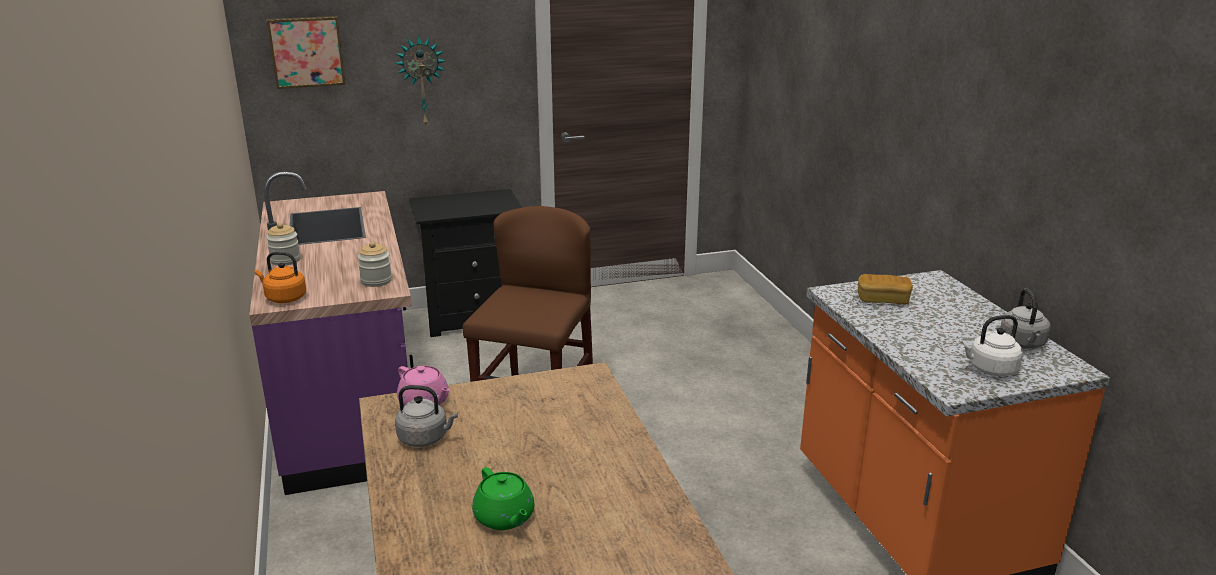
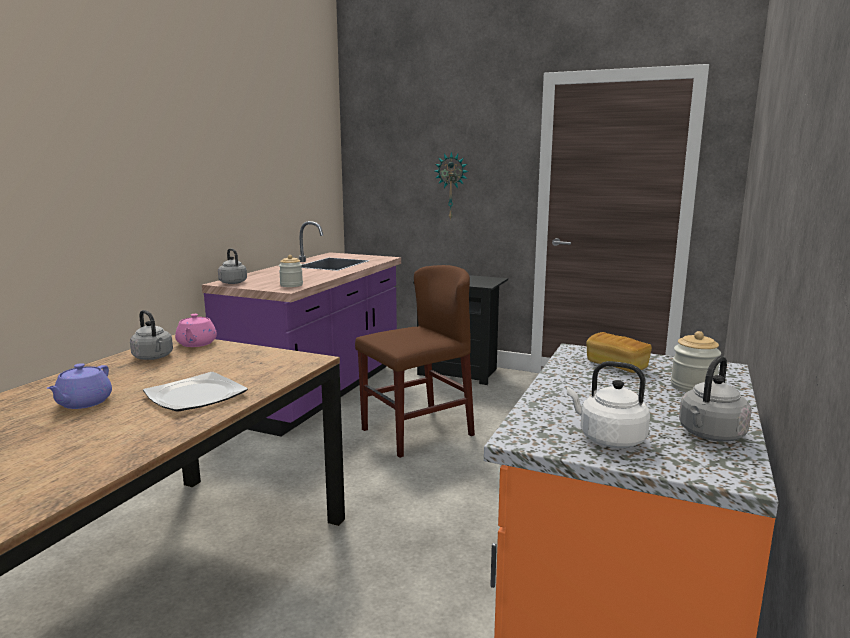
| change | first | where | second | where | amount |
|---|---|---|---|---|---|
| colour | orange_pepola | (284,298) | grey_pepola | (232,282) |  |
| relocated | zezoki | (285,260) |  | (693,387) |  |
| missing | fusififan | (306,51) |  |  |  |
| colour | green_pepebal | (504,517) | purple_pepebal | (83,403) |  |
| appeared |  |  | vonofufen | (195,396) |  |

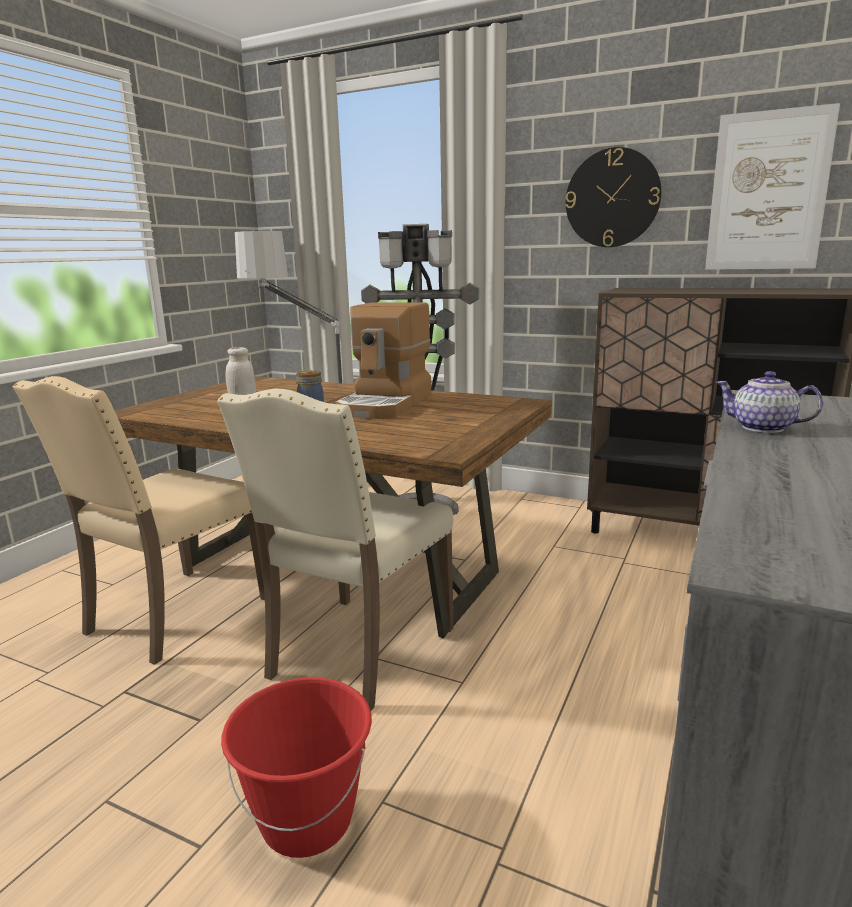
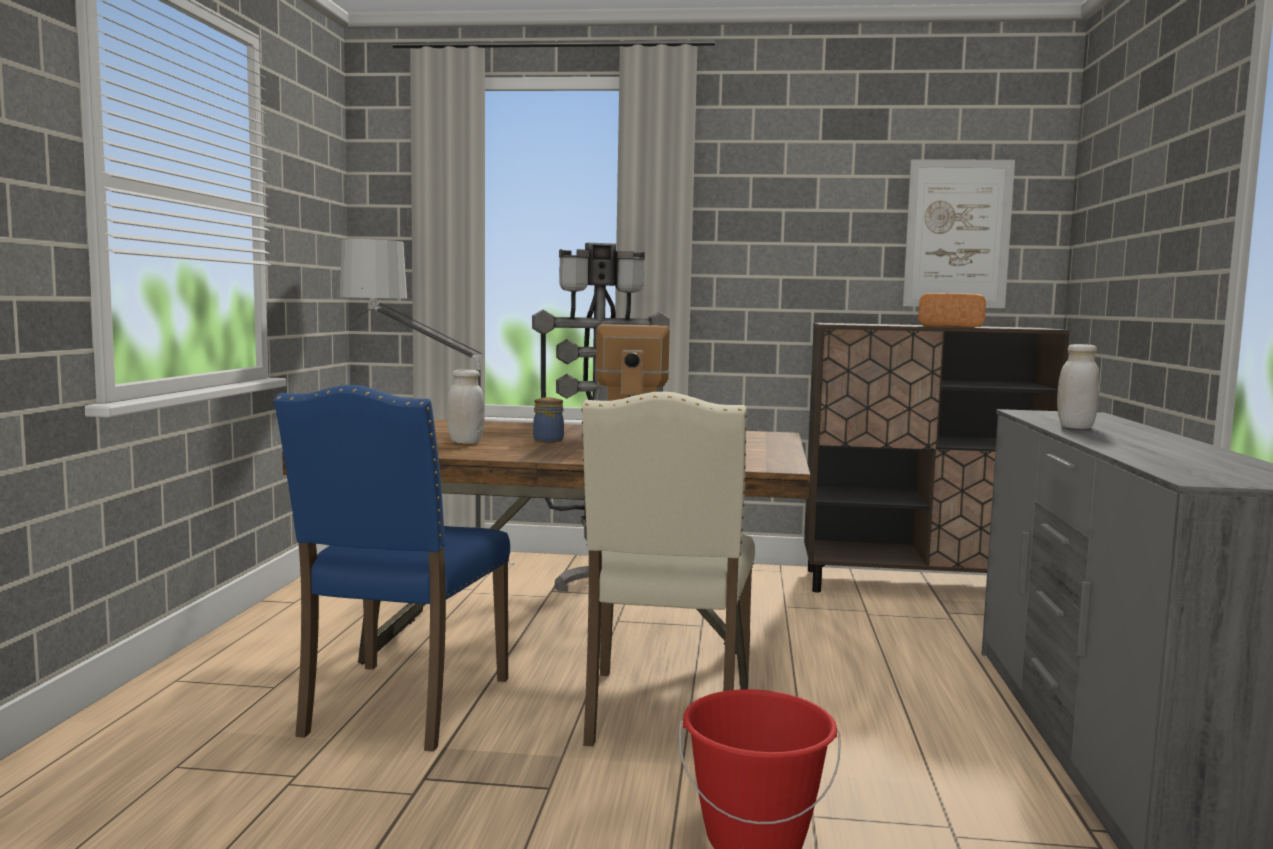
| change | first | where | second | where | amount |
|---|---|---|---|---|---|
| colour | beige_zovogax | (173,615) | blue_zovogax | (401,707) |  |
| missing | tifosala | (612,198) |  |  |  |
| exchanged | pepebal | (763,428) | white_zezoki | (1075,427) |  |
| appeared |  |  | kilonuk | (949,326) |  |

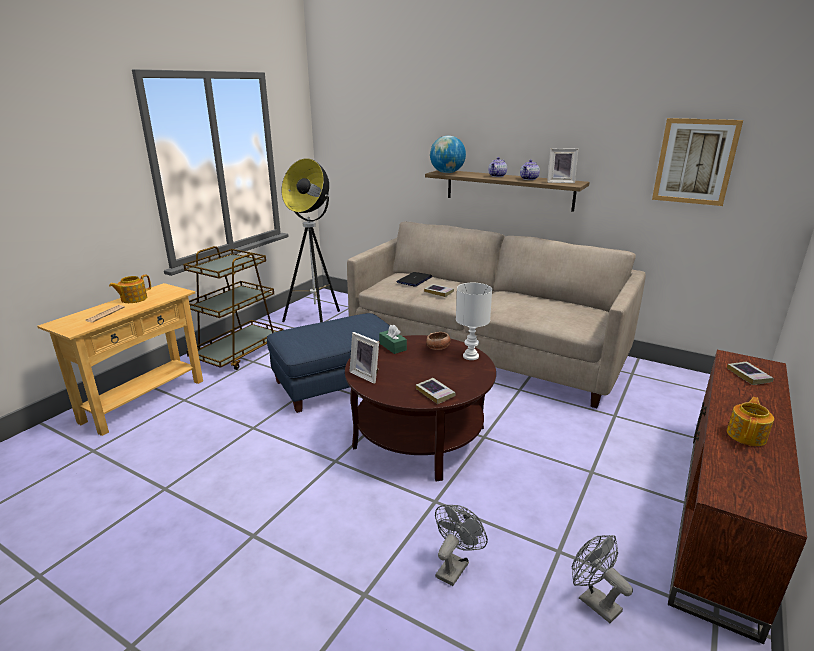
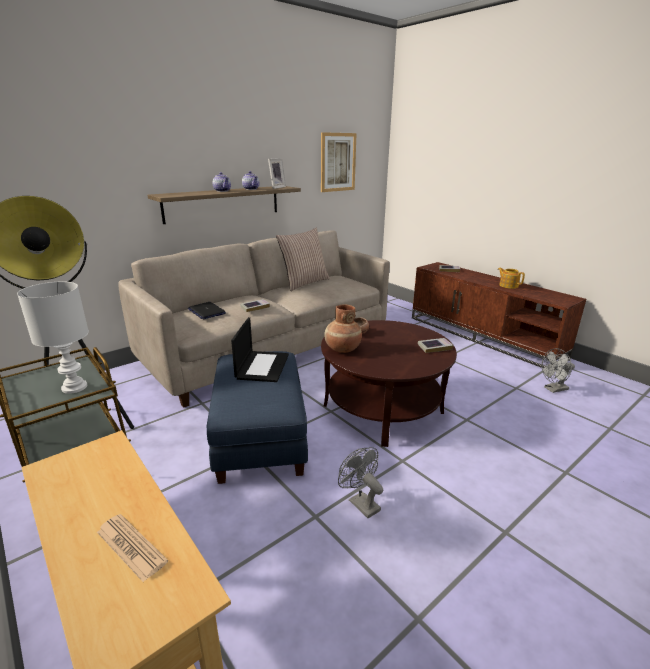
| change | first | where | second | where | amount |
|---|---|---|---|---|---|
| missing | pepebal | (133,299) |  |  |  |
| missing | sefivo | (367,375) |  |  |  |
| exchanged | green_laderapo | (392,347) | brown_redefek | (342,349) |  |
| missing | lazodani | (447,173) |  |  |  |
| relocated | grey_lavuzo | (454,566) |  | (360,502) |  |
| relocated | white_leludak | (471,356) |  | (75,387) |  |
| appeared |  |  | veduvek | (262,366) |  |
| appeared |  |  | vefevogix | (304,283) |  |

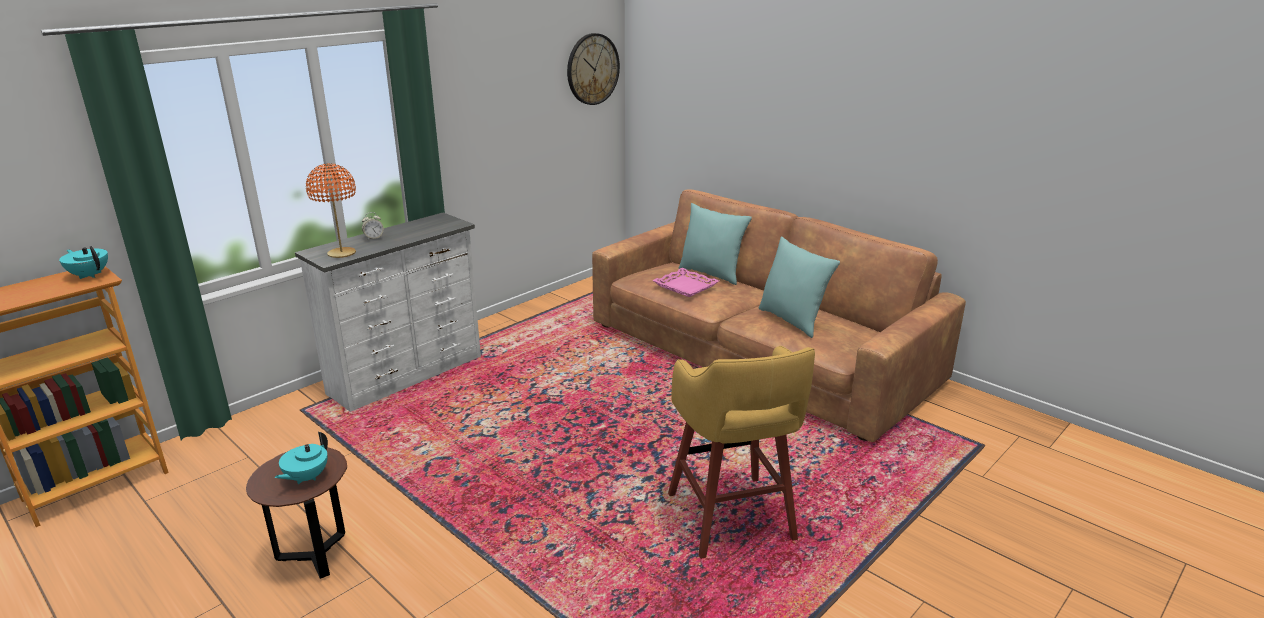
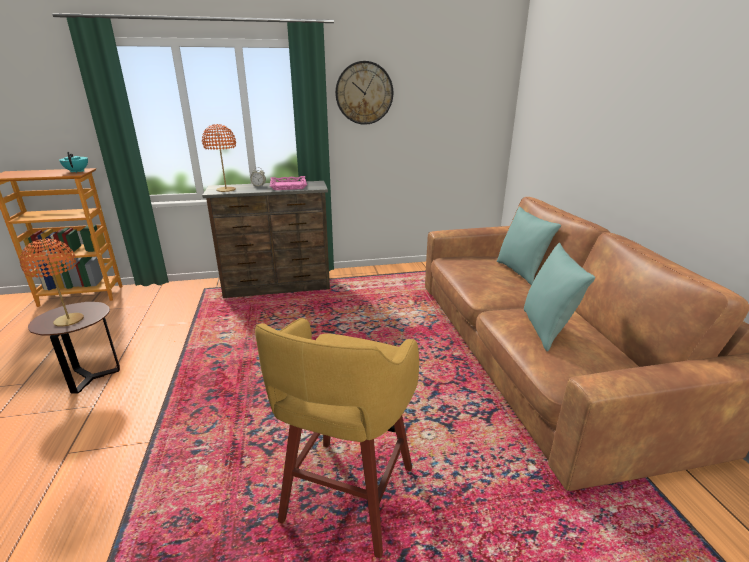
| change | first | where | second | where | amount |
|---|---|---|---|---|---|
| exchanged | turquoise_pepebal | (306,477) | orange_leludak | (68,320) |  |
| colour | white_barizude | (408,375) | brown_barizude | (278,287) |  |
| relocated | tifosala | (592,69) |  | (364,93) |  |
| relocated | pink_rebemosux | (685,286) |  | (288,186) |  |

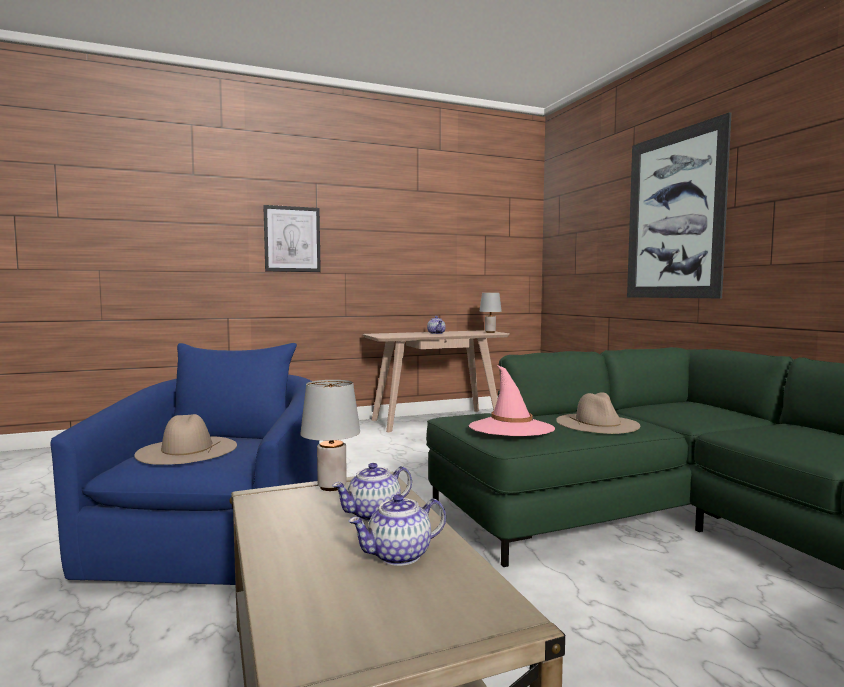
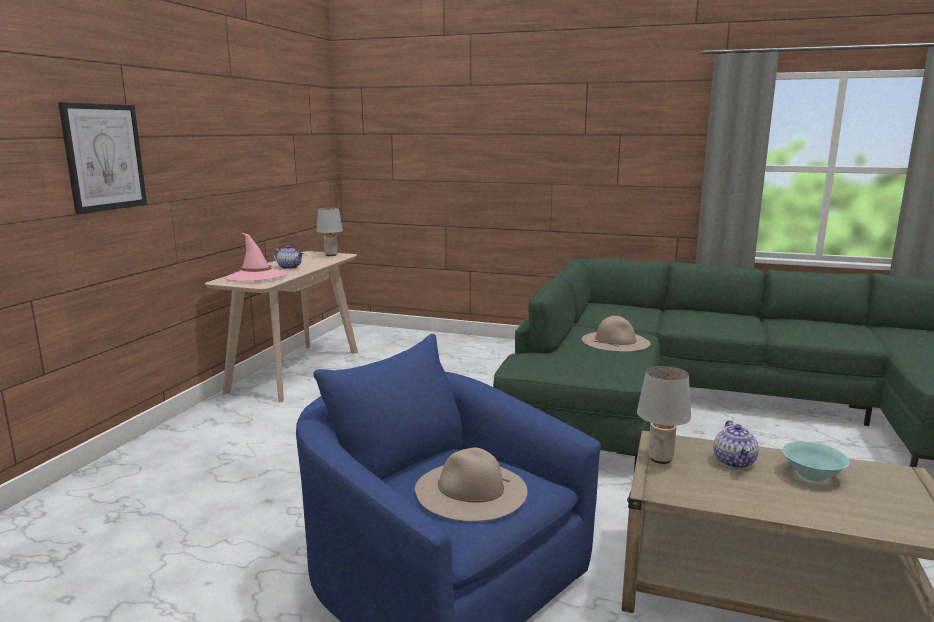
| change | first | where | second | where | amount |
|---|---|---|---|---|---|
| exchanged | pepebal | (399,556) | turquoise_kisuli | (812,475) |  |
| relocated | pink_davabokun | (511,428) |  | (256,276) |  |
| missing | fusififan | (674,215) |  |  |  |

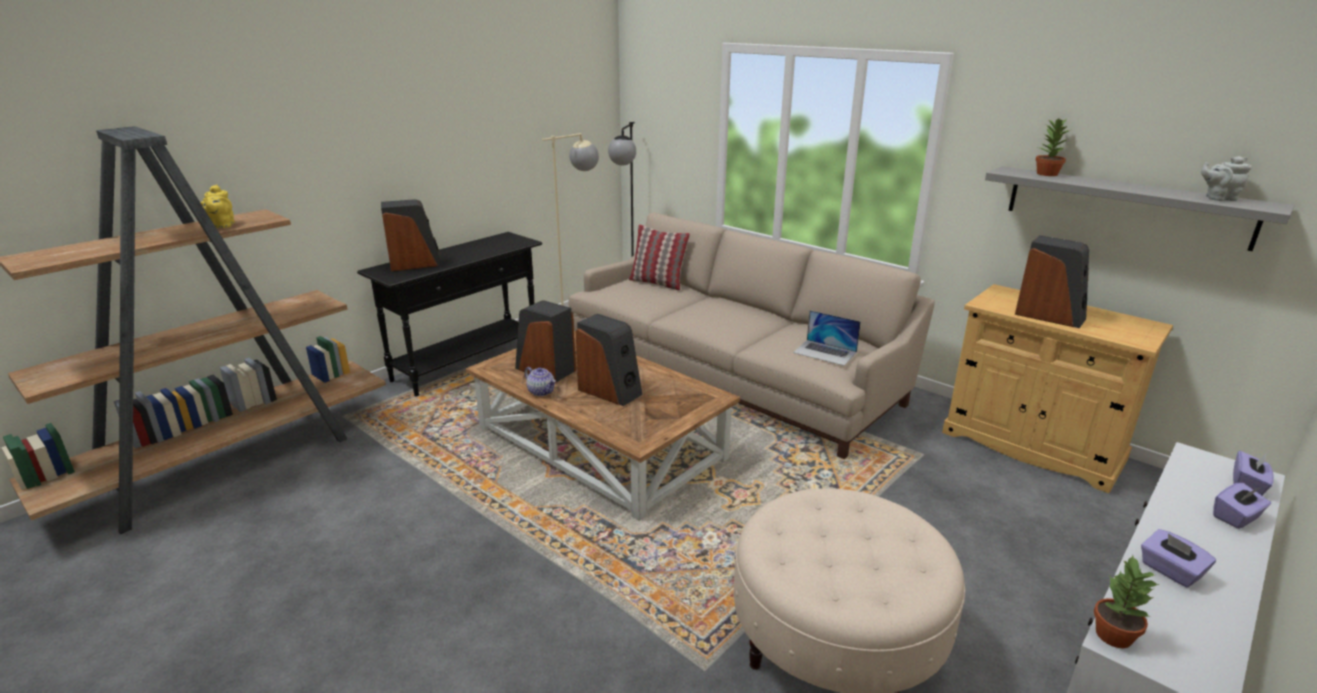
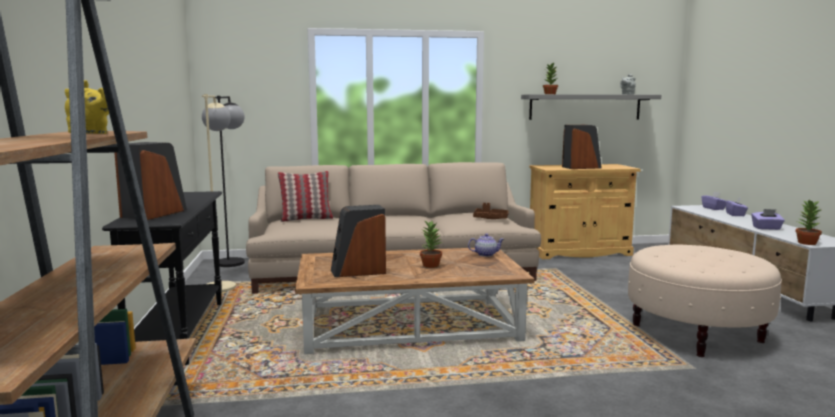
| change | first | where | second | where | amount |
|---|---|---|---|---|---|
| relocated | pepebal | (541,392) |  | (486,254) |  |
| exchanged | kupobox | (610,391) | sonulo | (430,265) |  |
| exchanged | veduvek | (825,352) | brown_rebemosux | (490,218) |  |

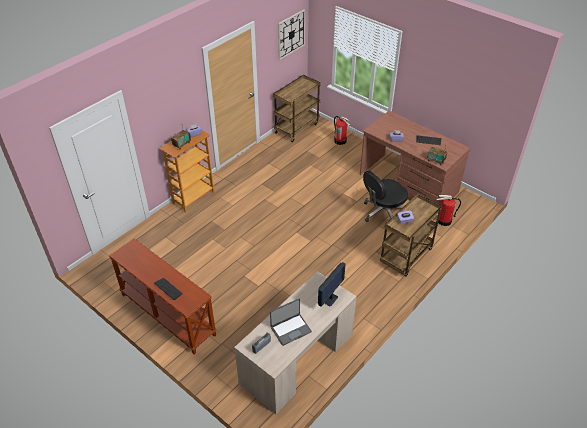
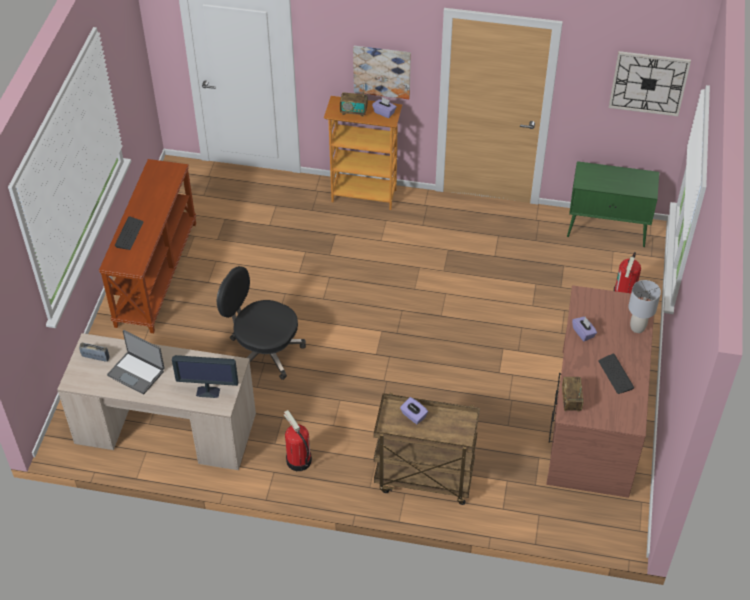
| change | first | where | second | where | amount |
|---|---|---|---|---|---|
| exchanged | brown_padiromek | (296,128) | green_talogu | (607,230) |  |
| relocated | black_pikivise | (383,213) |  | (264,351) |  |
| relocated | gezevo | (444,221) |  | (298,460) |  |
| appeared |  |  | fusififan | (382,71) |  |
| appeared |  |  | grey_leludak | (637,327) |  |

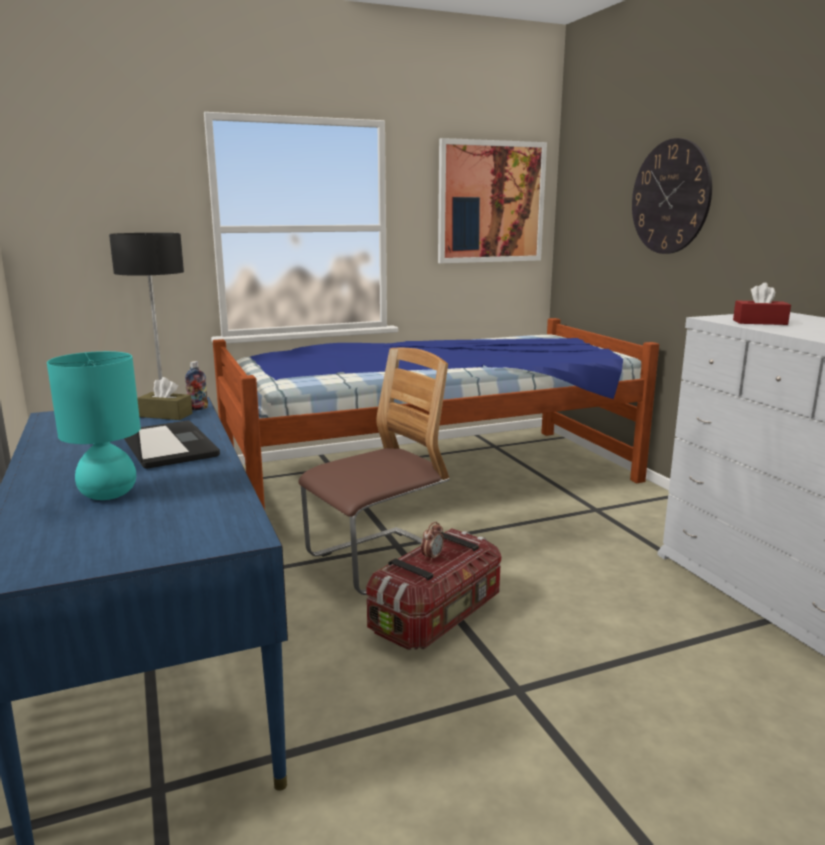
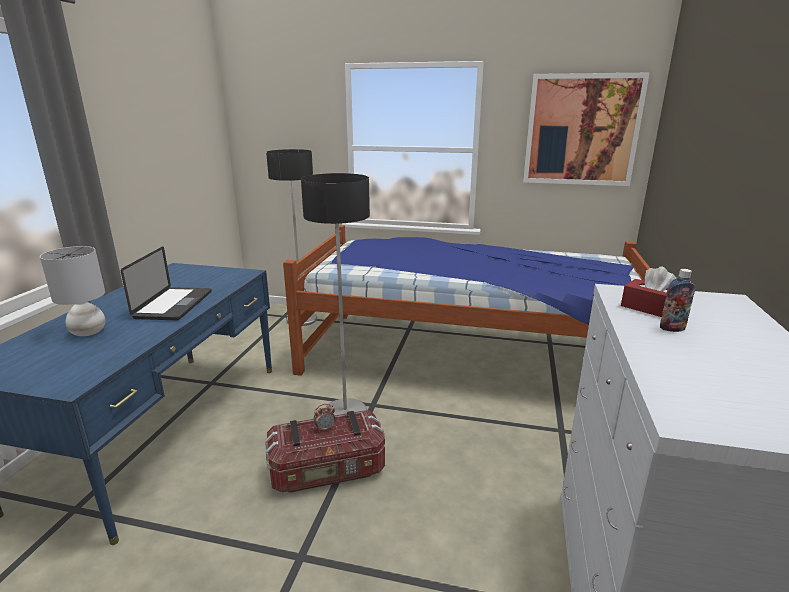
| change | first | where | second | where | amount |
|---|---|---|---|---|---|
| colour | turquoise_leludak | (108,494) | grey_leludak | (88,332) |  |
| missing | brown_laderapo | (166,415) |  |  |  |
| relocated | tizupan | (198,408) |  | (672,328) |  |
| exchanged | zovogax | (378,562) | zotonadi | (345,413) |  |
| missing | tifosala | (670,197) |  |  |  |

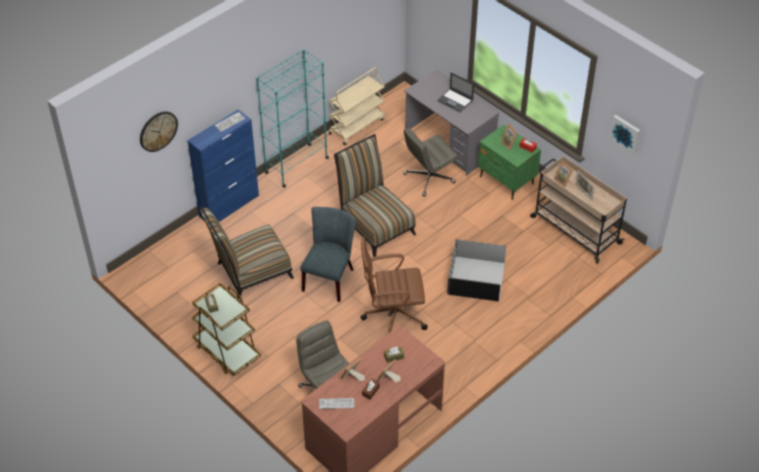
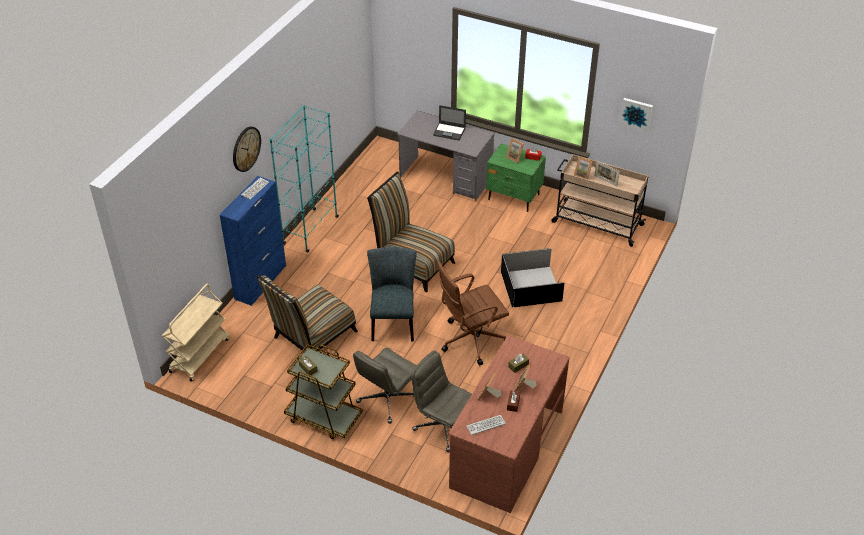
| change | first | where | second | where | amount |
|---|---|---|---|---|---|
| relocated | tifosala | (158,131) |  | (246,149) |  |
| relocated | beige_padiromek | (357,126) |  | (199,354) |  |
| relocated | grey_pikivise | (428,178) |  | (387,400) |  |

